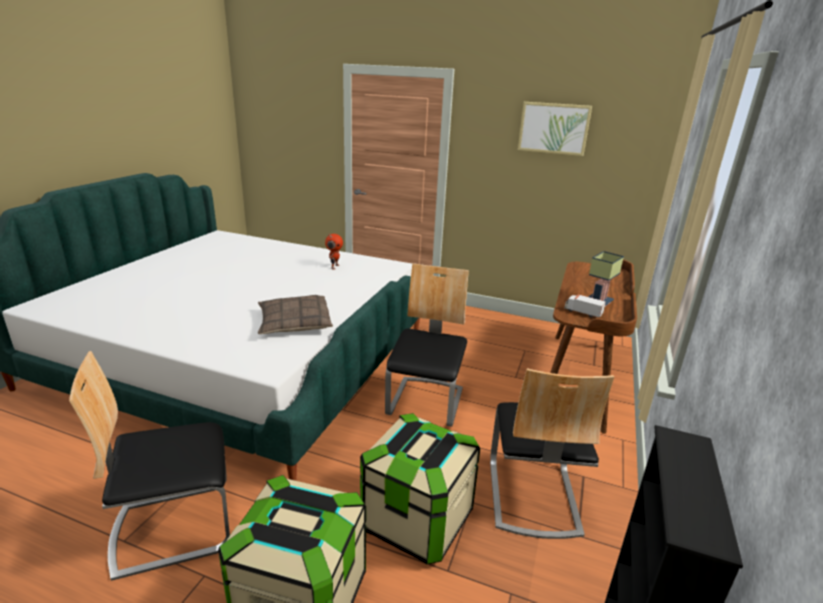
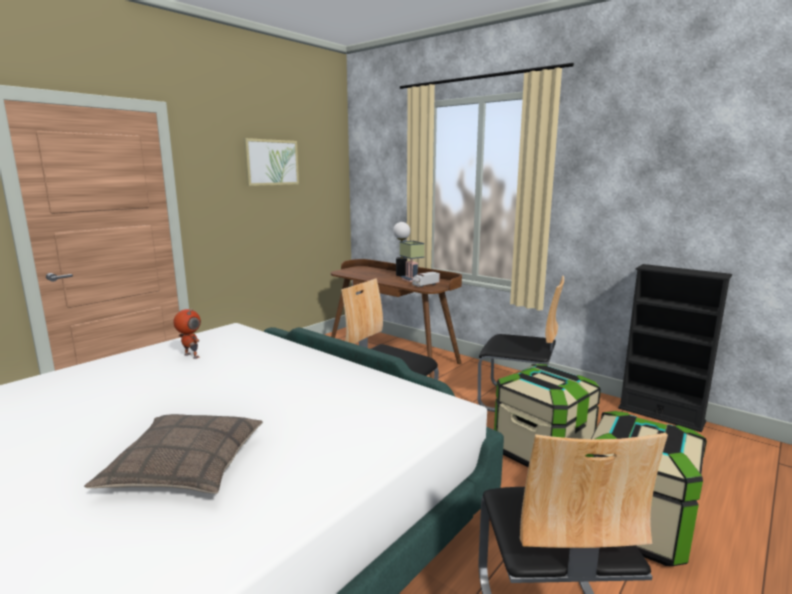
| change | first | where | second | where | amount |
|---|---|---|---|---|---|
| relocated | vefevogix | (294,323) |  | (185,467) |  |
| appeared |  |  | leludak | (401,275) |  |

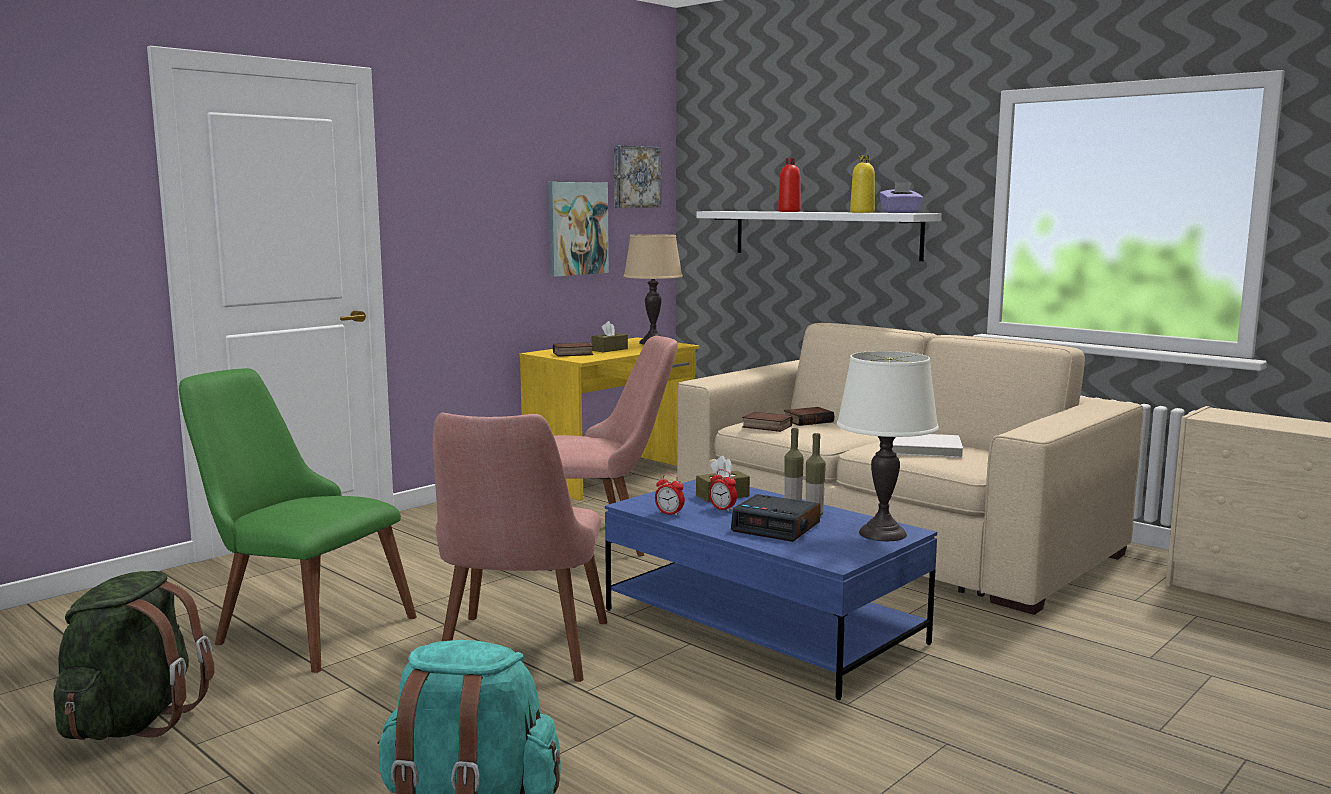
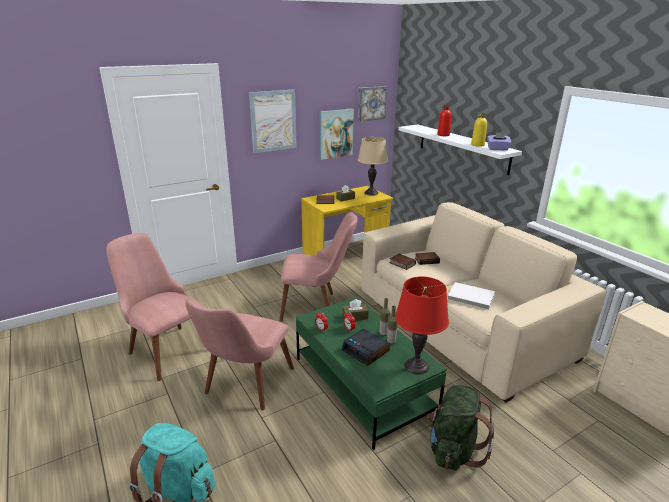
| change | first | where | second | where | amount |
|---|---|---|---|---|---|
| relocated | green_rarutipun | (133,721) |  | (453,449) |  |
| colour | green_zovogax | (298,626) | pink_zovogax | (165,347) |  |
| colour | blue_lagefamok | (763,626) | green_lagefamok | (363,385) |  |
| colour | white_leludak | (882,533) | red_leludak | (416,366) |  |
| appeared |  |  | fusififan | (273,121) |  |

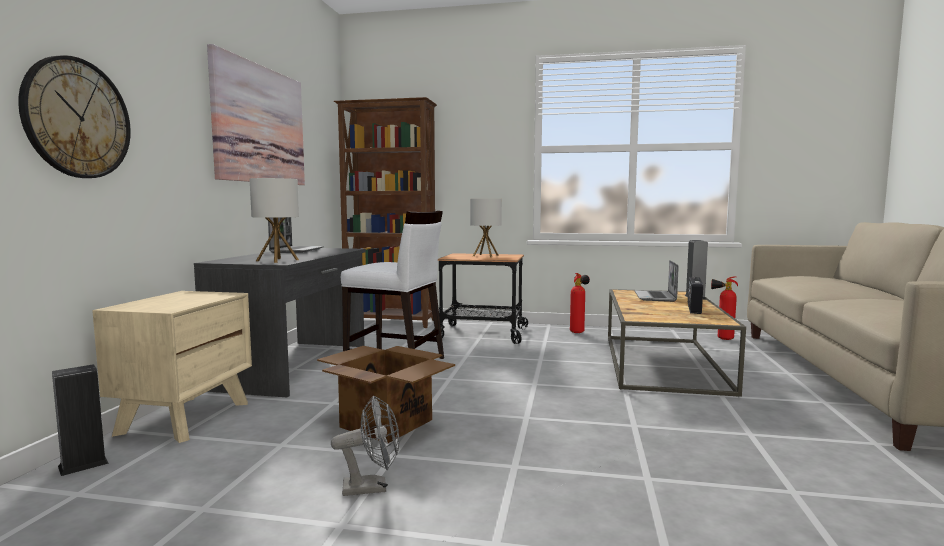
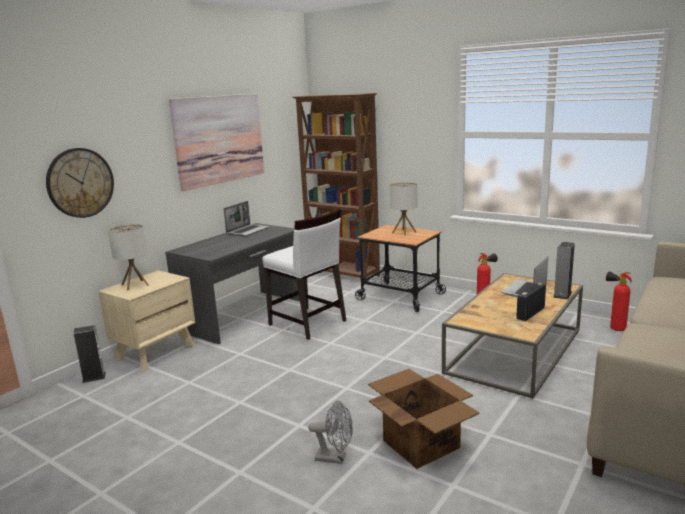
| change | first | where | second | where | amount |
|---|---|---|---|---|---|
| relocated | leludak | (277,260) |  | (135,285) |  |
| relocated | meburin | (386,423) |  | (420,443) |  |
| relocated | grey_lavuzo | (372,487) |  | (335,458) |  |

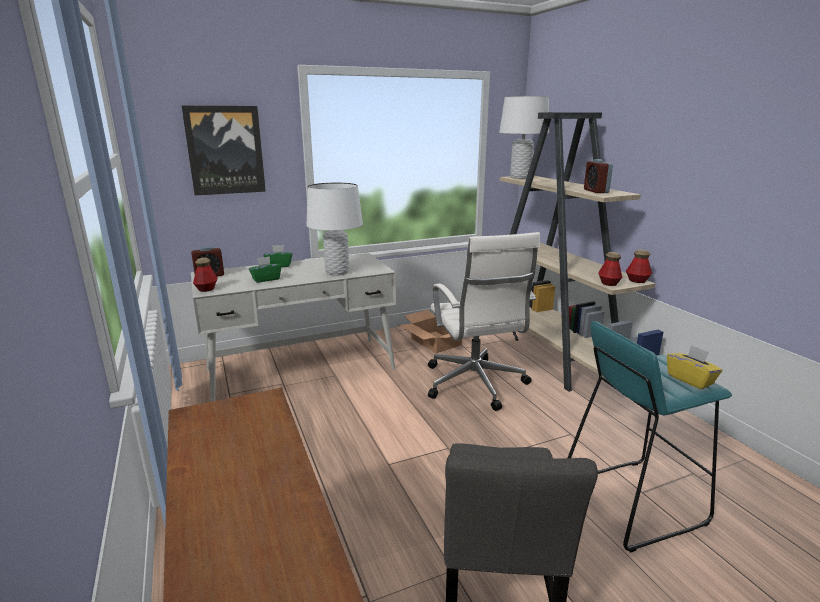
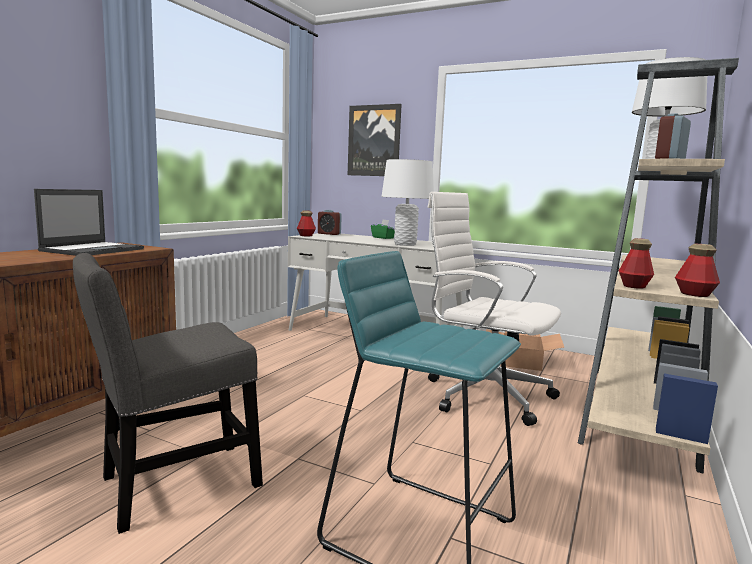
| change | first | where | second | where | amount |
|---|---|---|---|---|---|
| missing | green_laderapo | (266,279) |  |  |  |
| spun | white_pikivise | (475,384) |  | (484,394) | 90 degrees clockwise |
| missing | yellow_laderapo | (690,380) |  |  |  |
| appeared |  |  | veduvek | (94,250) |  |

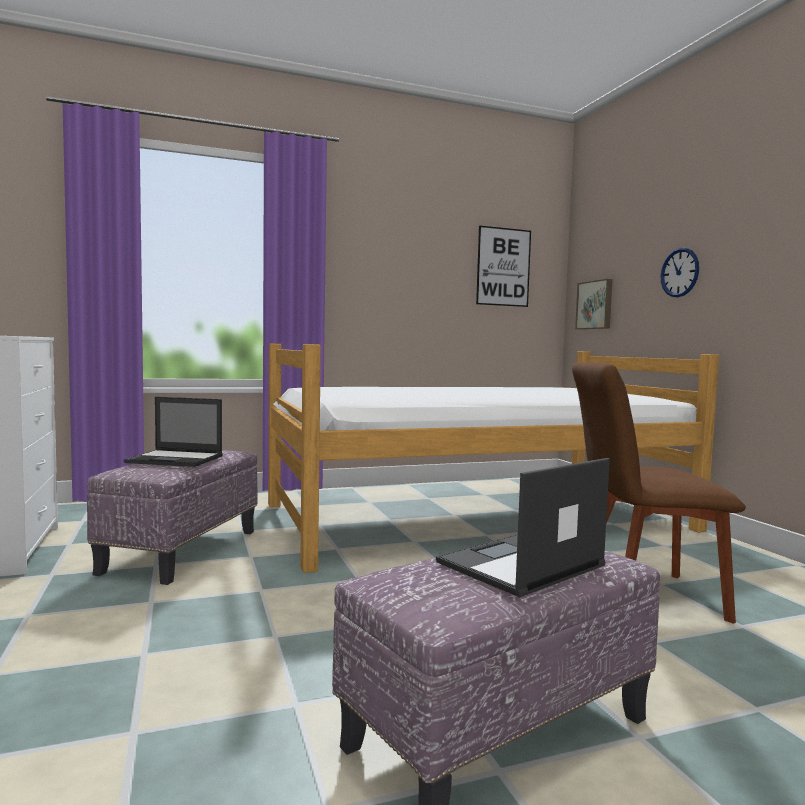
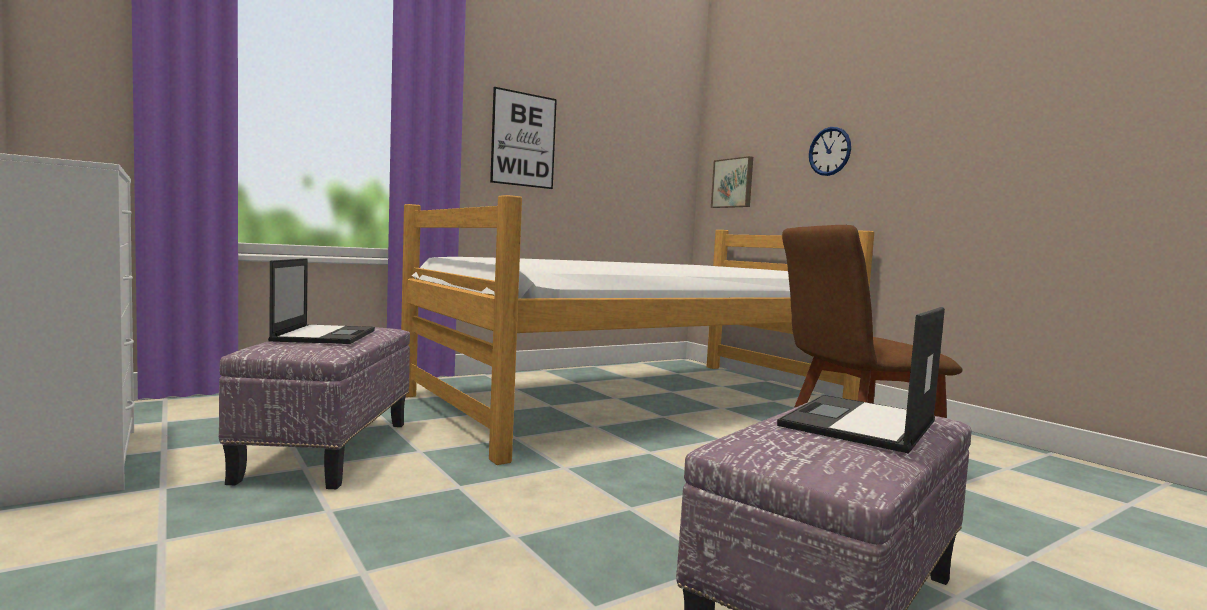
| change | first | where | second | where | amount |
|---|---|---|---|---|---|
| spun | veduvek | (176,459) |  | (325,335) | 90 degrees counterclockwise |
| relocated | fusififan | (503,267) |  | (523,140) |  |

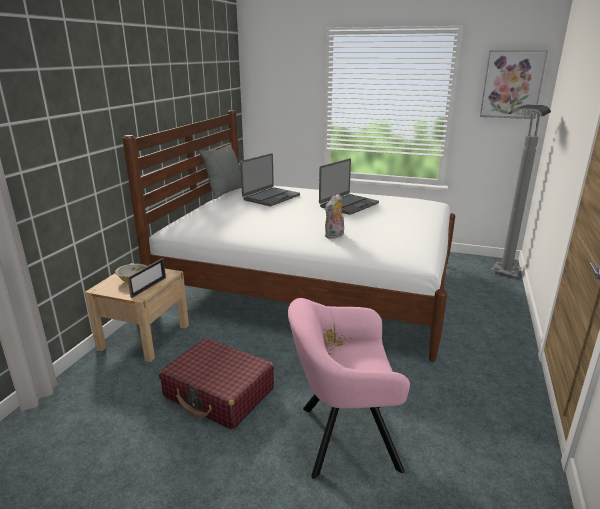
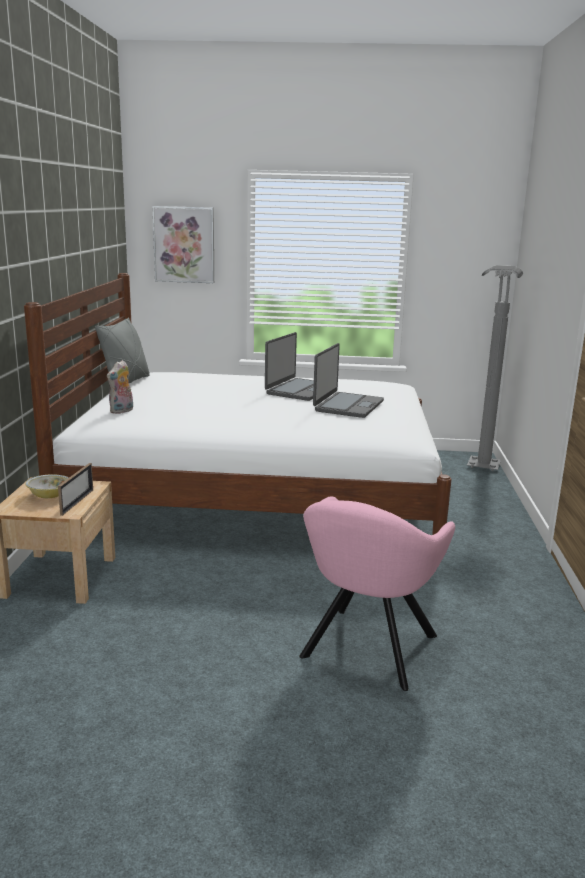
| change | first | where | second | where | amount |
|---|---|---|---|---|---|
| missing | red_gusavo | (219,393) |  |  |  |
| relocated | veduvek | (271,197) |  | (348,406) |  |
| spun | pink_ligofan | (342,437) |  | (366,650) | 45 degrees counterclockwise |
| relocated | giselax | (334,236) |  | (122,411) |  |
| relocated | fusififan | (512,84) |  | (184,244) |  |

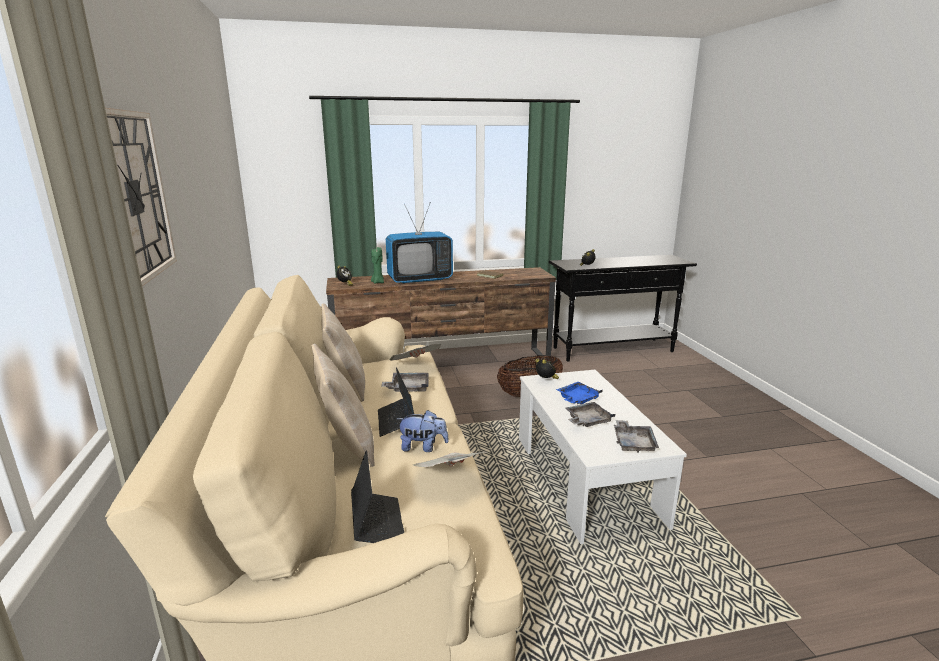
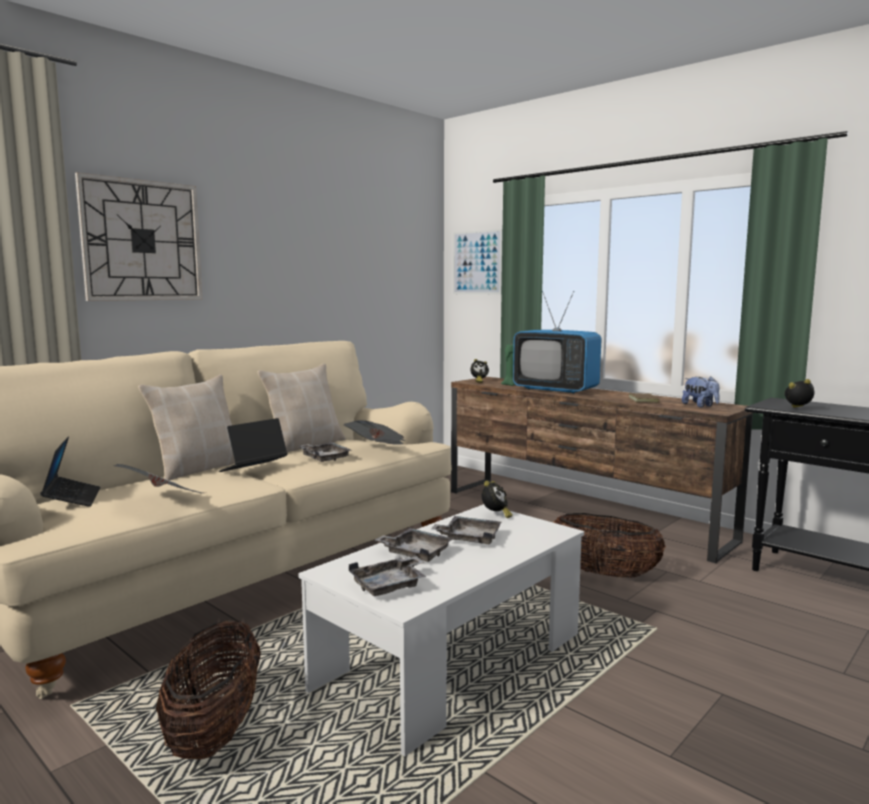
| change | first | where | second | where | amount |
|---|---|---|---|---|---|
| spun | veduvek | (377,525) |  | (72,498) | 60 degrees counterclockwise |
| relocated | giselax | (423,447) |  | (700,406) |  |
| colour | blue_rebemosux | (577,399) | grey_rebemosux | (469,538) |  |
| appeared |  |  | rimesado | (215,731) |  |
| appeared |  |  | fusififan | (477,262) |  |

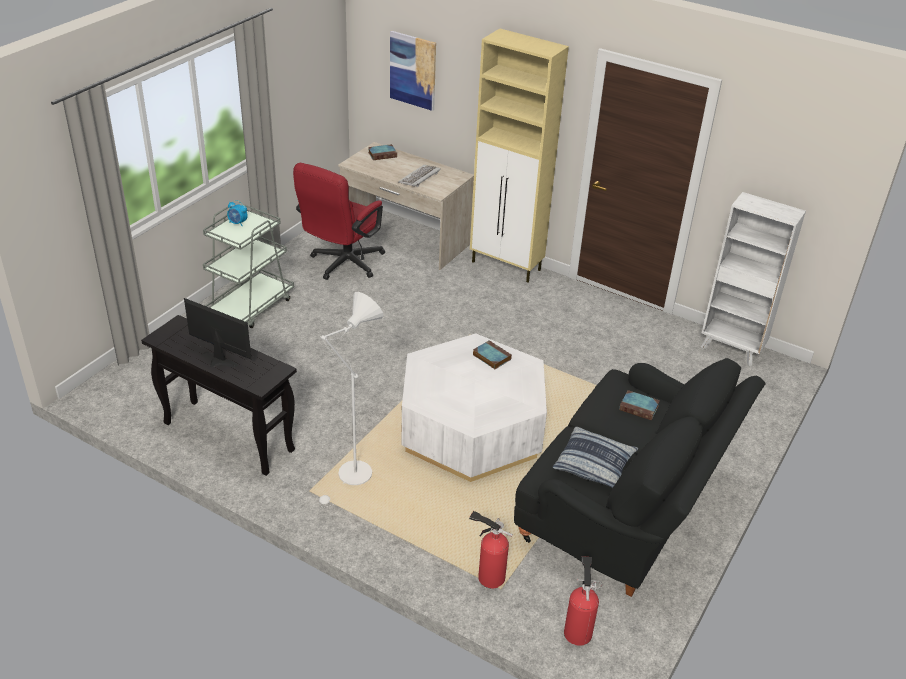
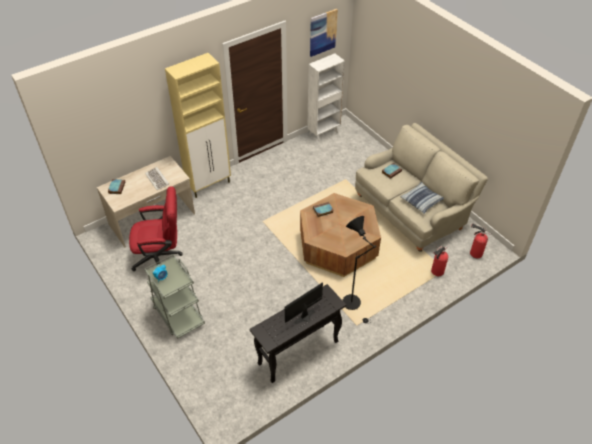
| change | first | where | second | where | amount |
|---|---|---|---|---|---|
| spun | red_pikivise | (342,265) |  | (161,257) | 60 degrees counterclockwise |
| colour | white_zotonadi | (351,478) | black_zotonadi | (354,305) |  |
| relocated | fusififan | (413,70) |  | (323,32) |  |
| colour | white_lagefamok | (471,429) | brown_lagefamok | (338,246) |  |
| colour | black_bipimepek | (627,509) | beige_bipimepek | (412,210) |  |

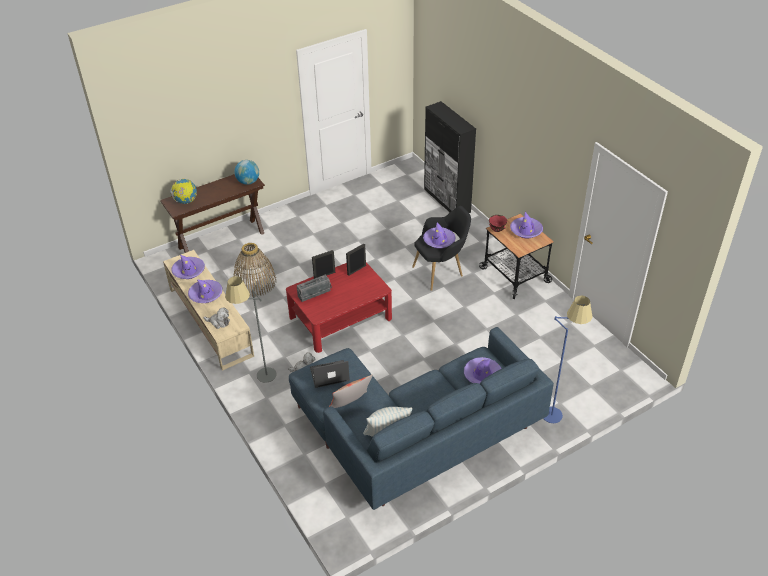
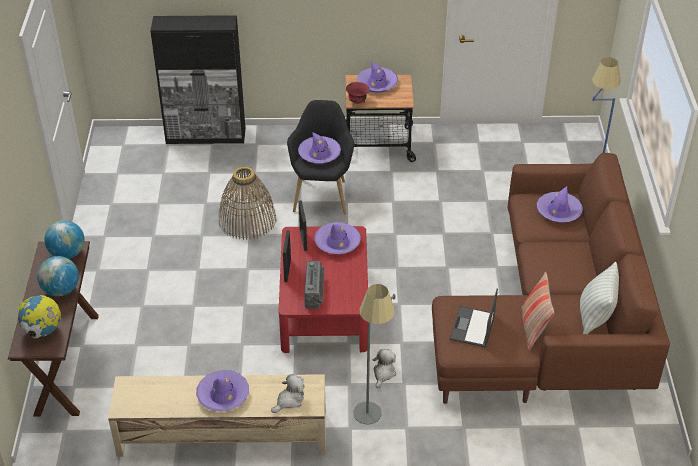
| change | first | where | second | where | amount |
|---|---|---|---|---|---|
| relocated | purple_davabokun | (189,271) |  | (337,242) |  |
| relocated | rimesado | (255,282) |  | (247,220) |  |
| colour | blue_bipimepek | (414,435) | brown_bipimepek | (553,322) |  |
| appeared |  |  | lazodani | (61,290) |  |

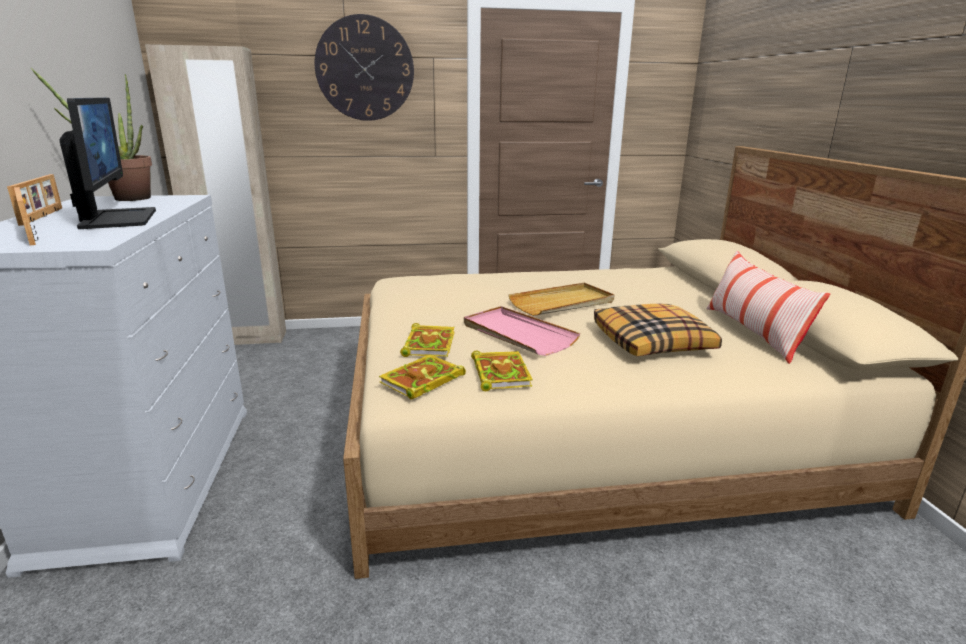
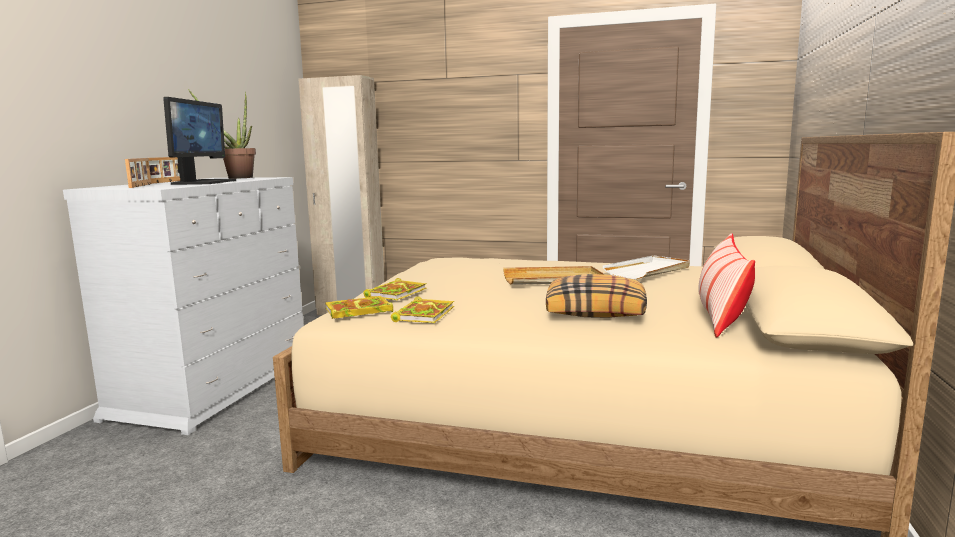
| change | first | where | second | where | amount |
|---|---|---|---|---|---|
| missing | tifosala | (365,69) |  |  |  |
| missing | pink_rebemosux | (517,334) |  |  |  |
| appeared |  |  | white_rebemosux | (648,270) |  |

